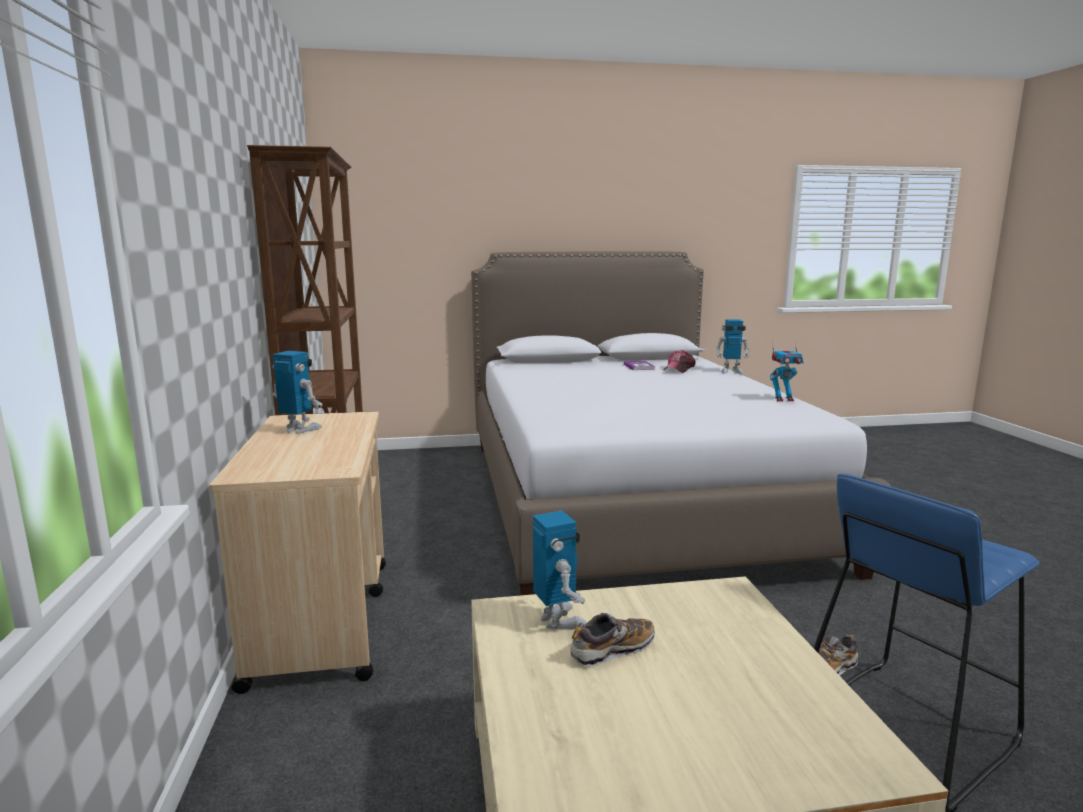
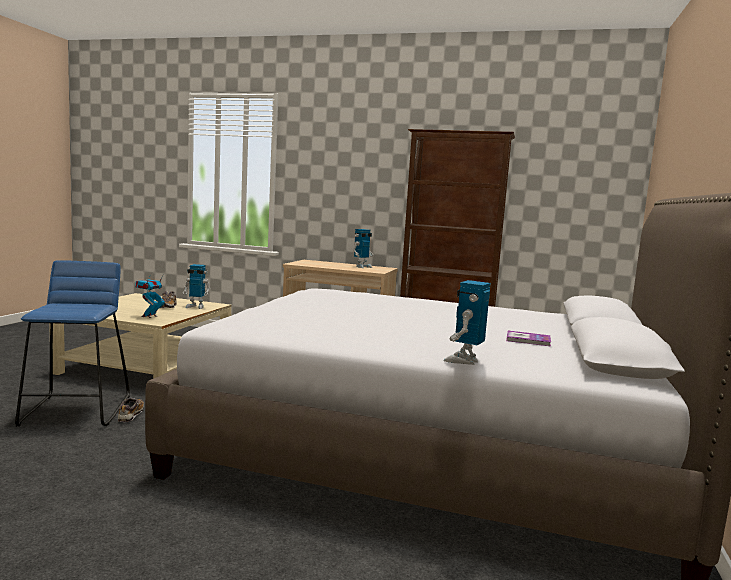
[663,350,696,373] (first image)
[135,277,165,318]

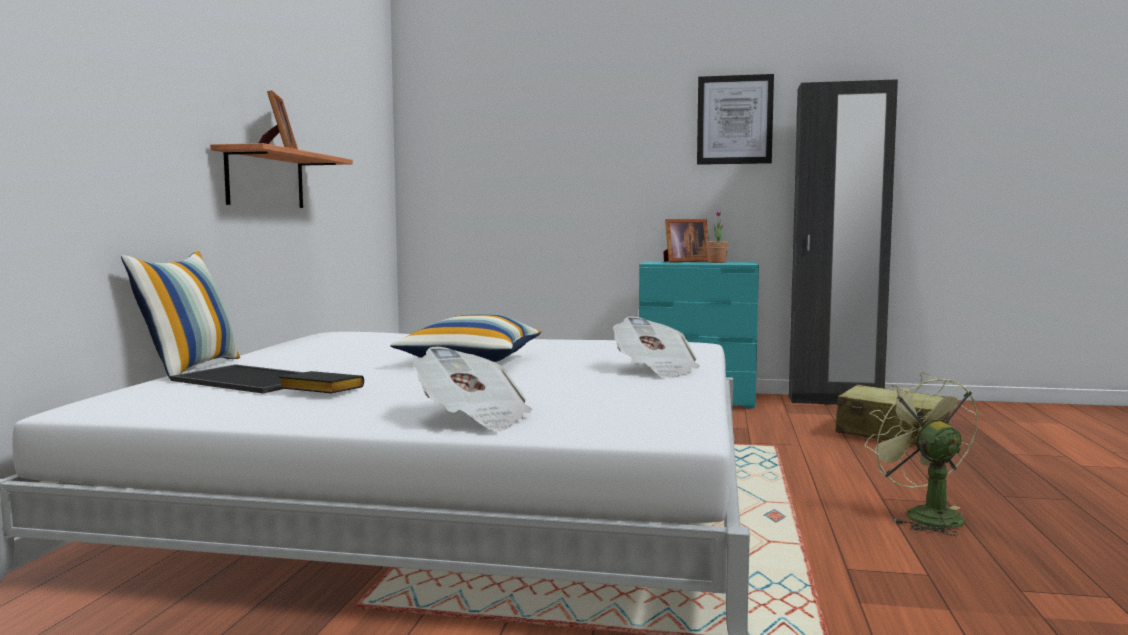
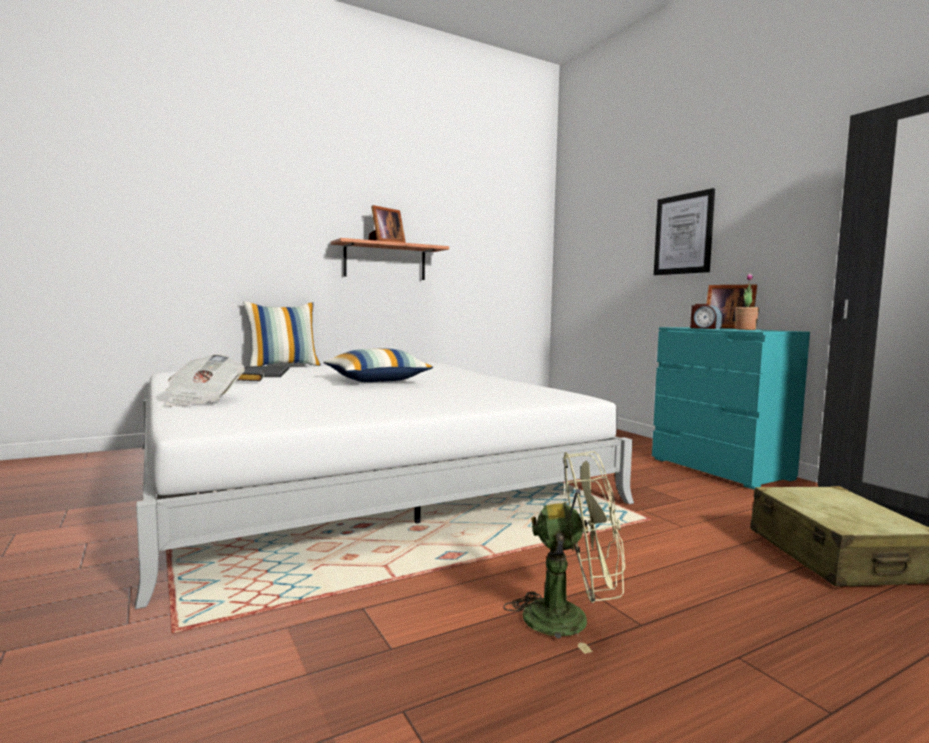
[613,316,700,378] (first image)
[654,188,715,275]
[504,451,625,654]
[690,304,722,329]

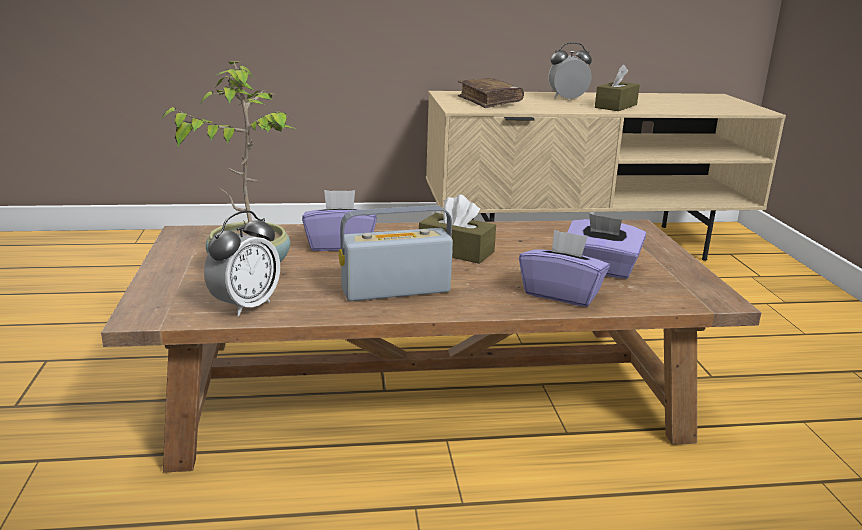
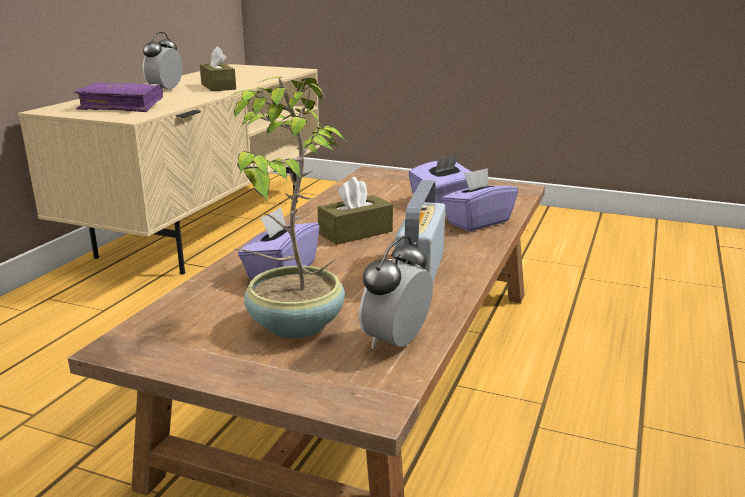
[359,236,433,349]
[74,83,163,112]

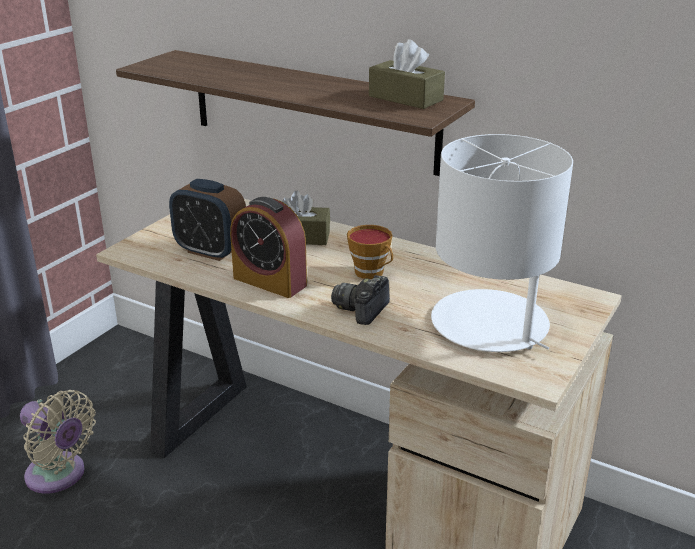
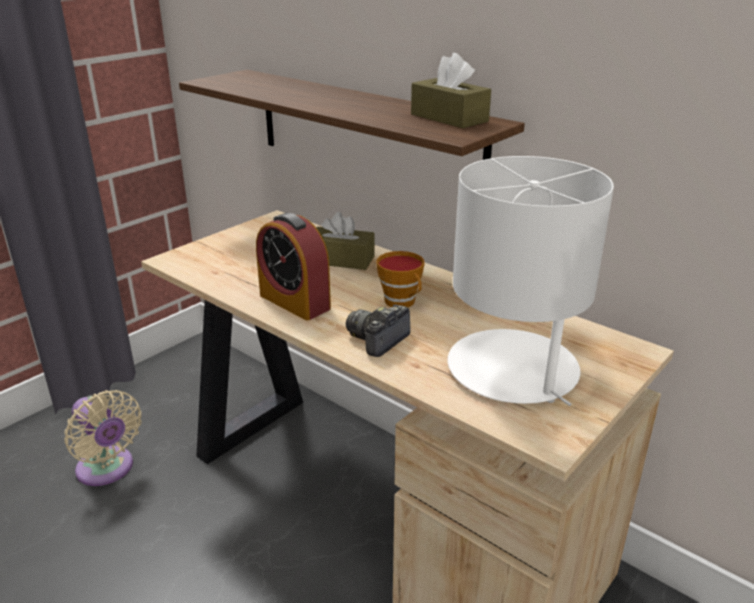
[169,179,246,261] (first image)

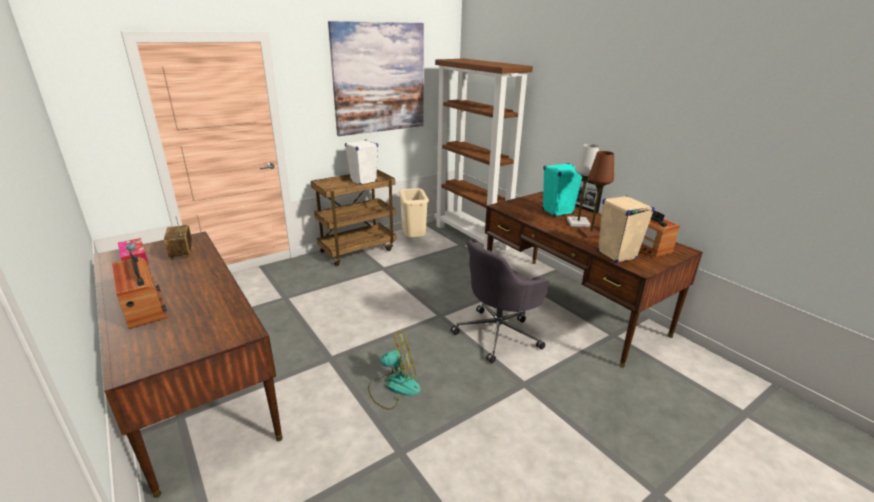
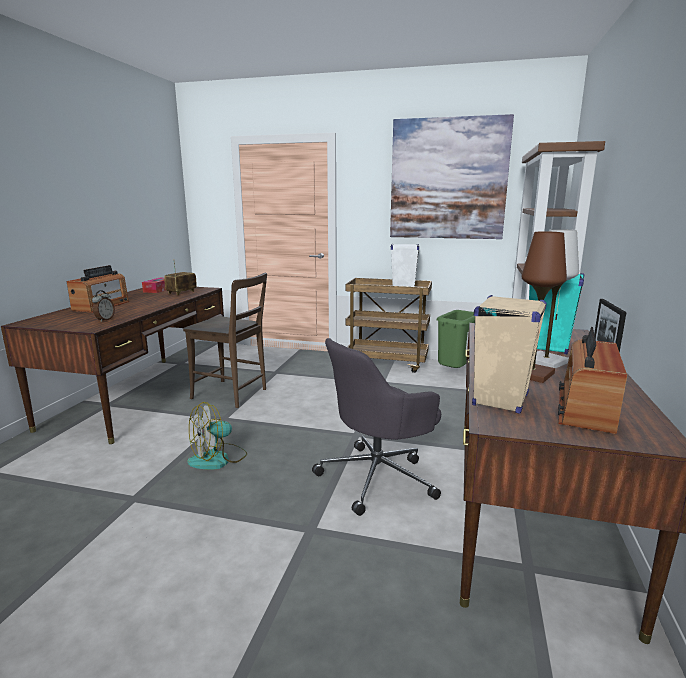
[187,402,247,470]
[436,310,475,368]
[312,338,441,516]
[92,290,115,322]
[183,273,267,408]

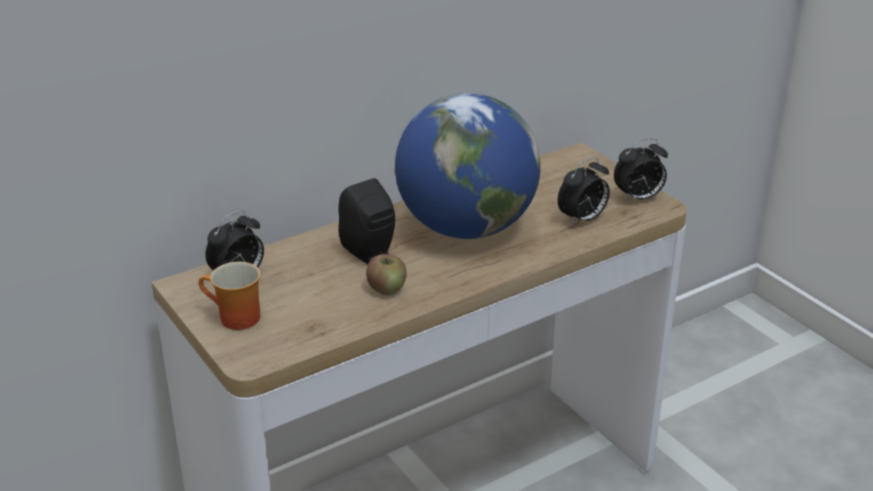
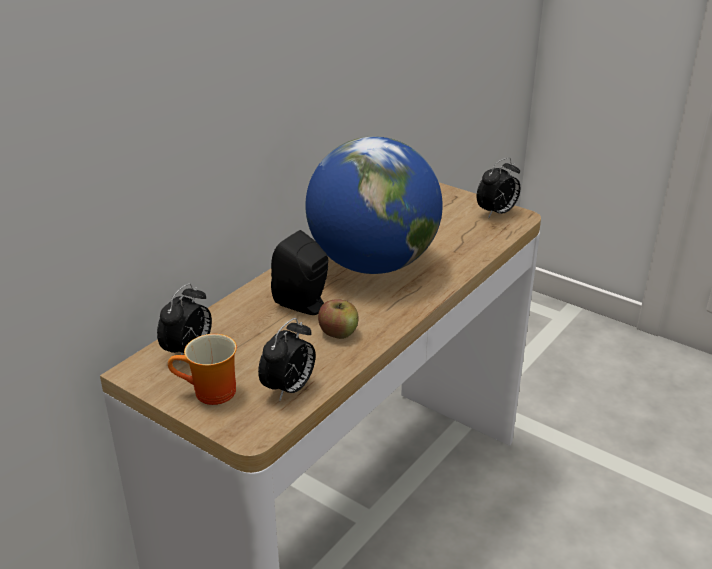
[258,318,315,401]

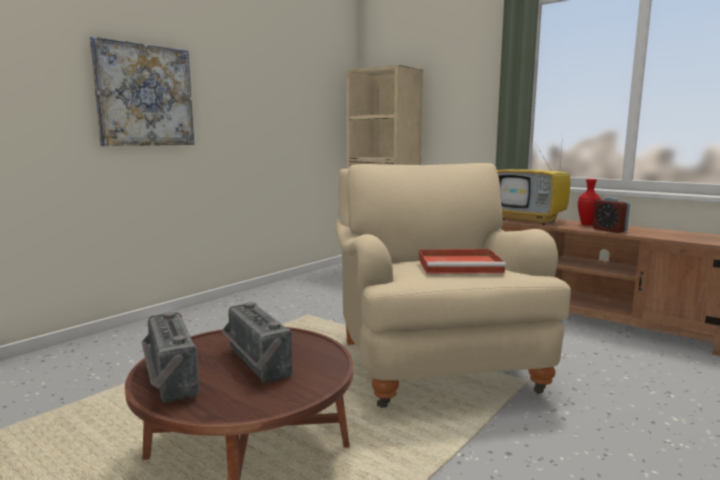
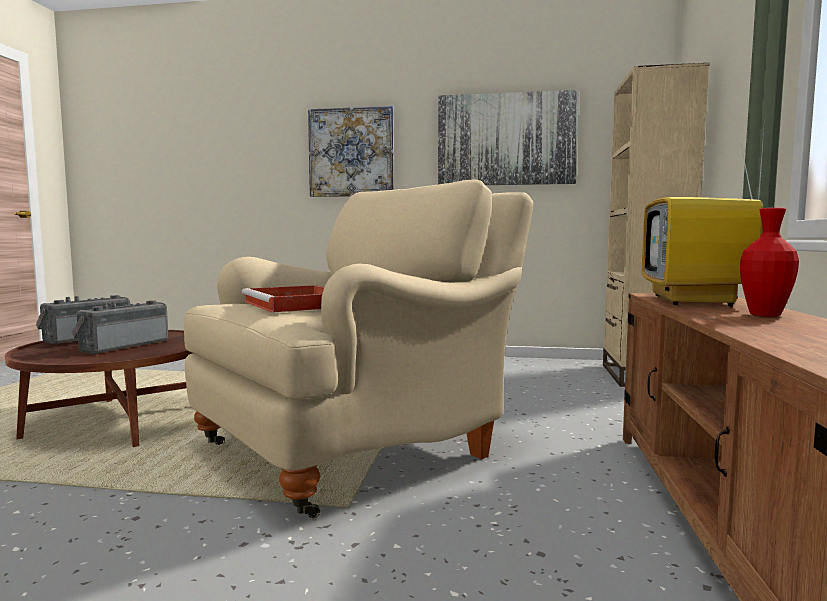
[592,197,630,233] (first image)
[438,90,579,185]

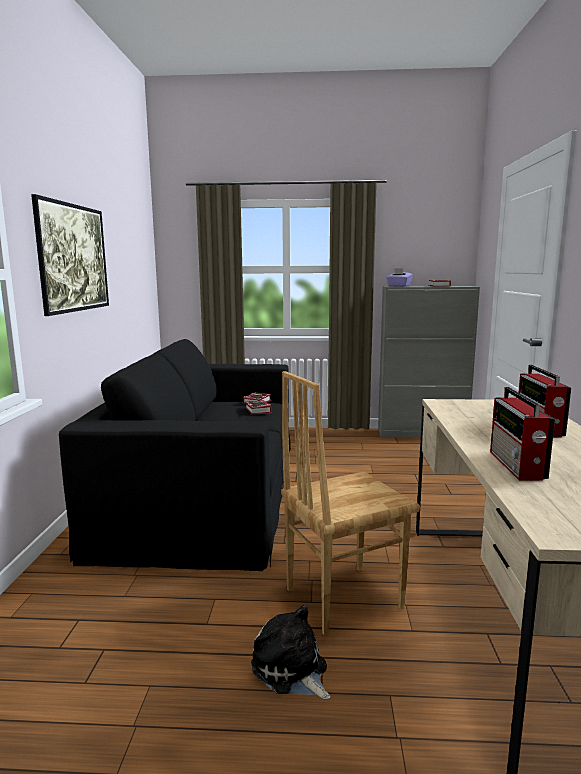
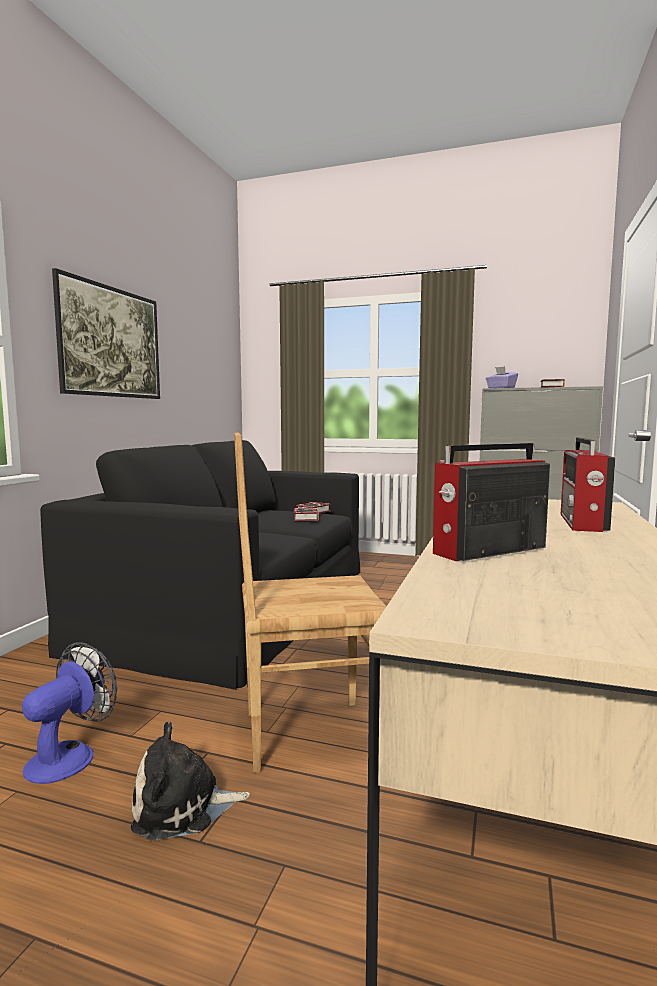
[131,721,250,840]
[433,443,550,561]
[22,643,117,784]

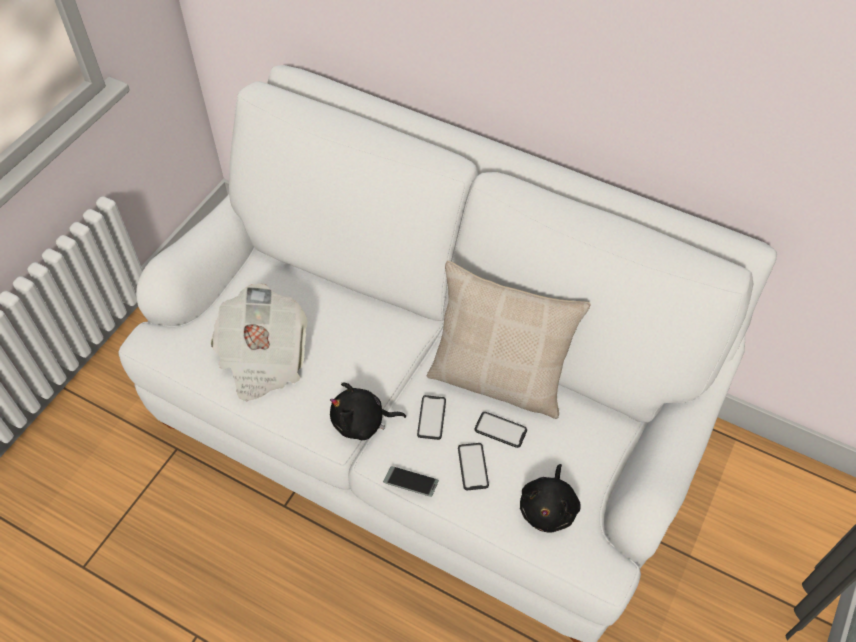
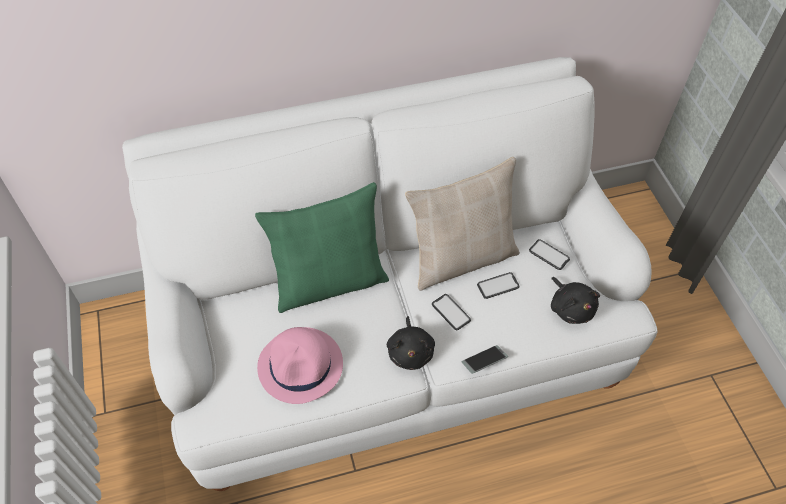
[257,327,343,404]
[387,316,435,370]
[529,239,570,270]
[255,182,389,313]

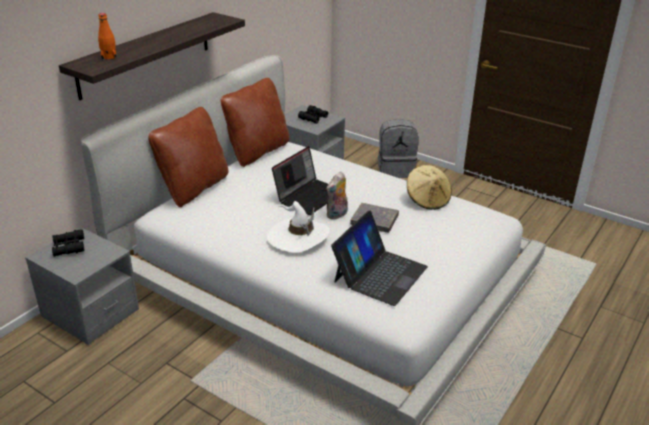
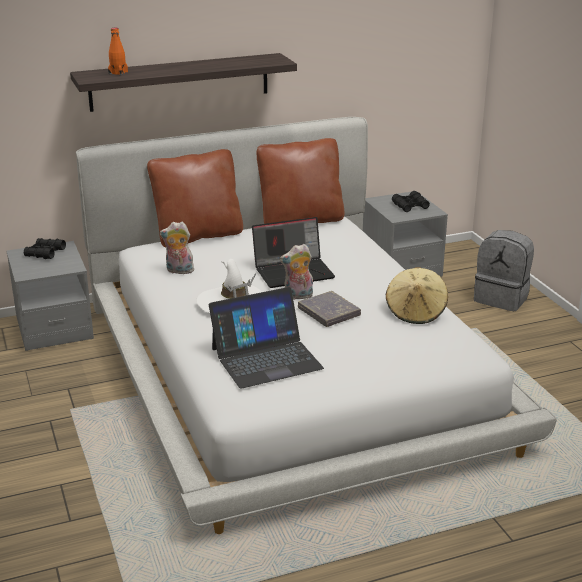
[160,222,194,274]

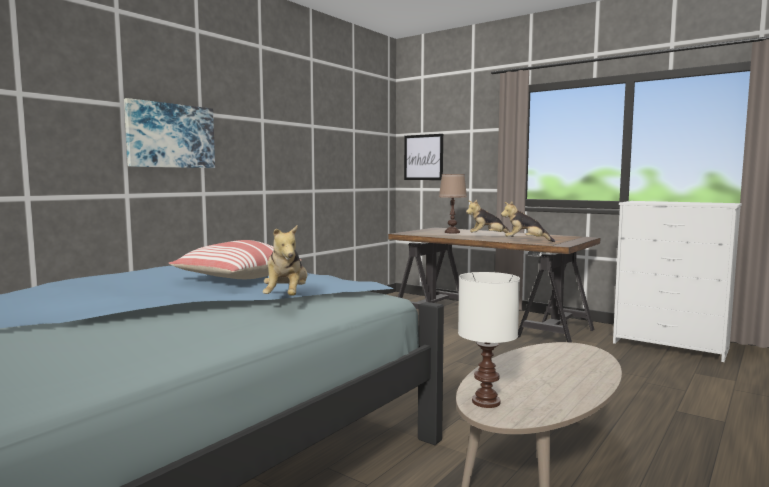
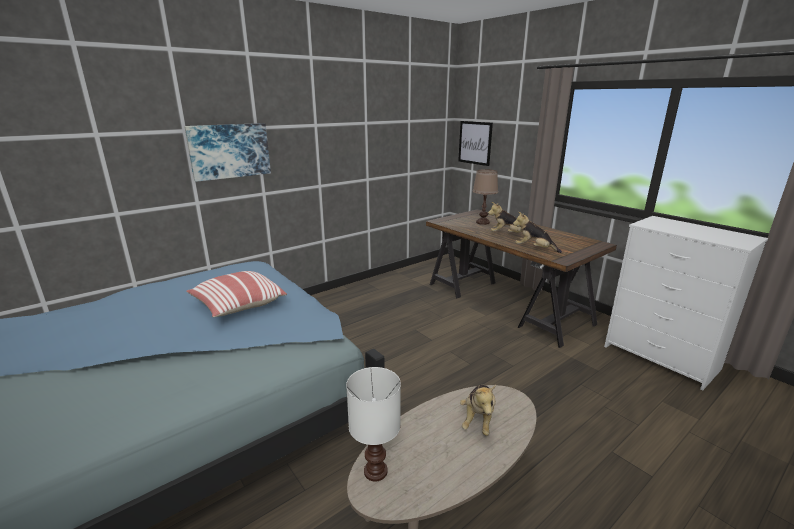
[460,385,496,436]

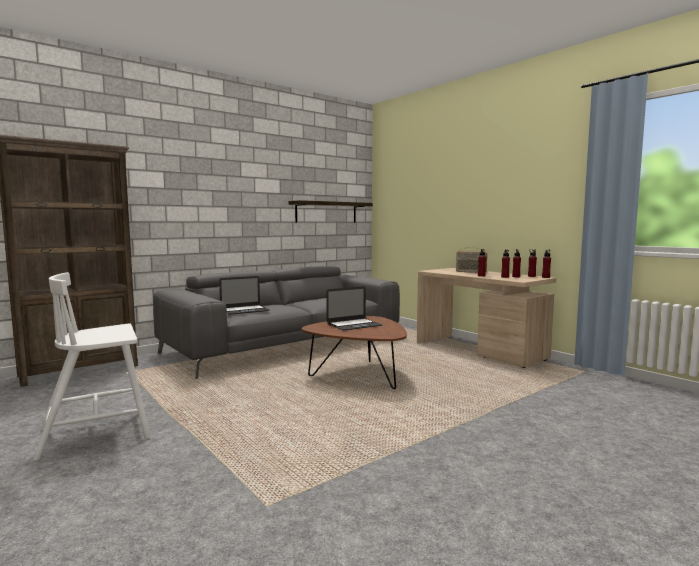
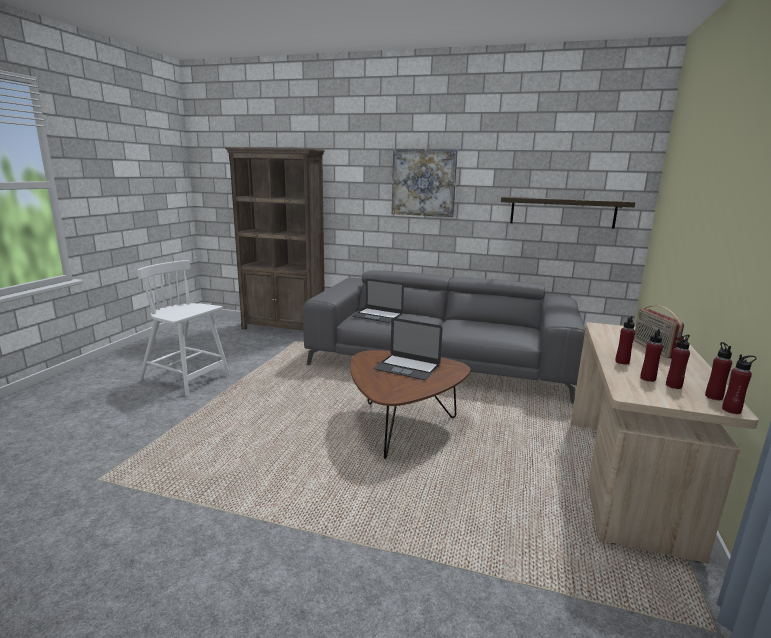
[392,149,458,217]

